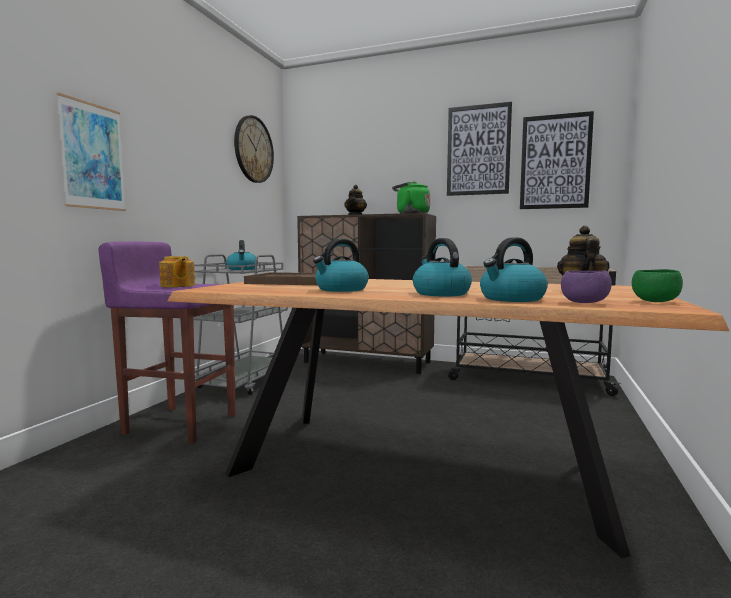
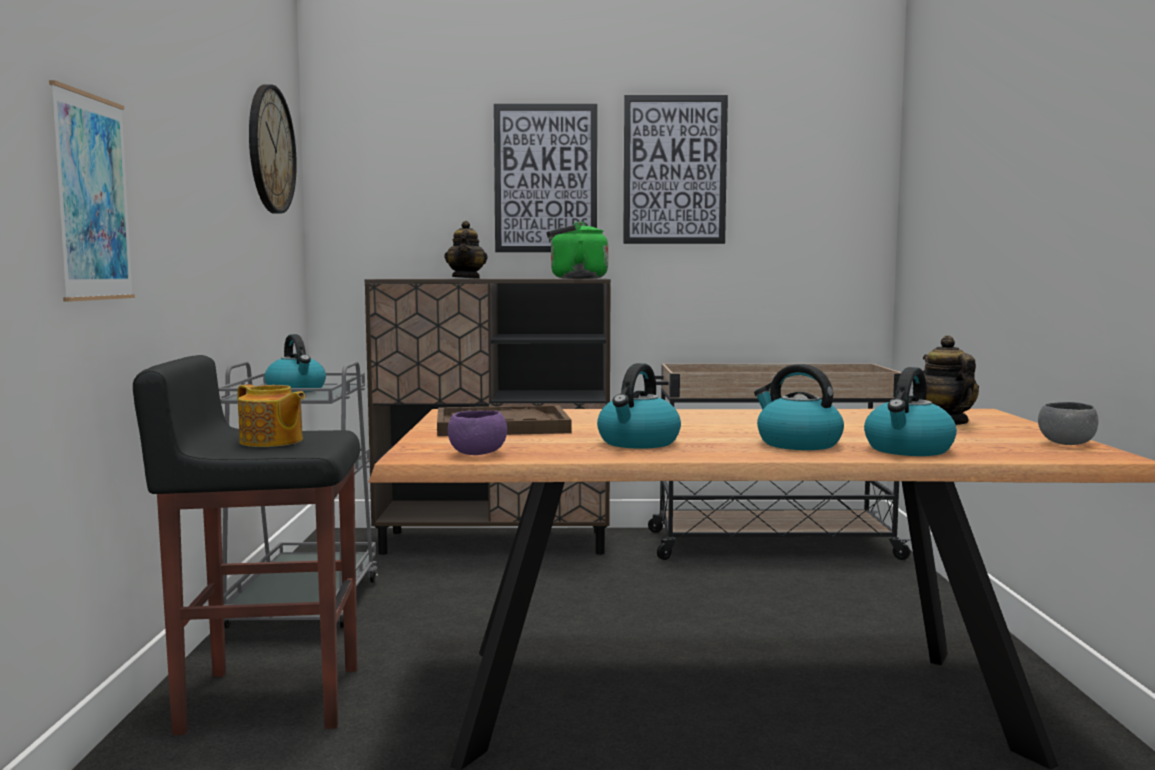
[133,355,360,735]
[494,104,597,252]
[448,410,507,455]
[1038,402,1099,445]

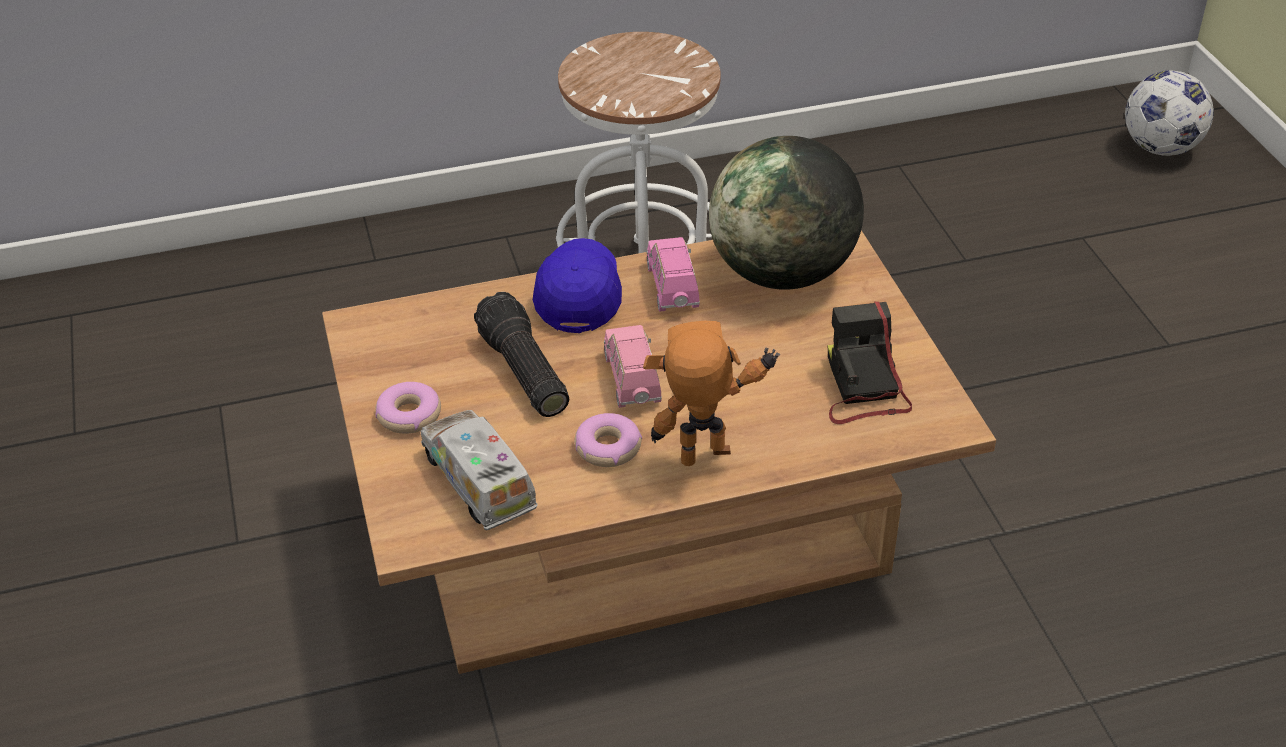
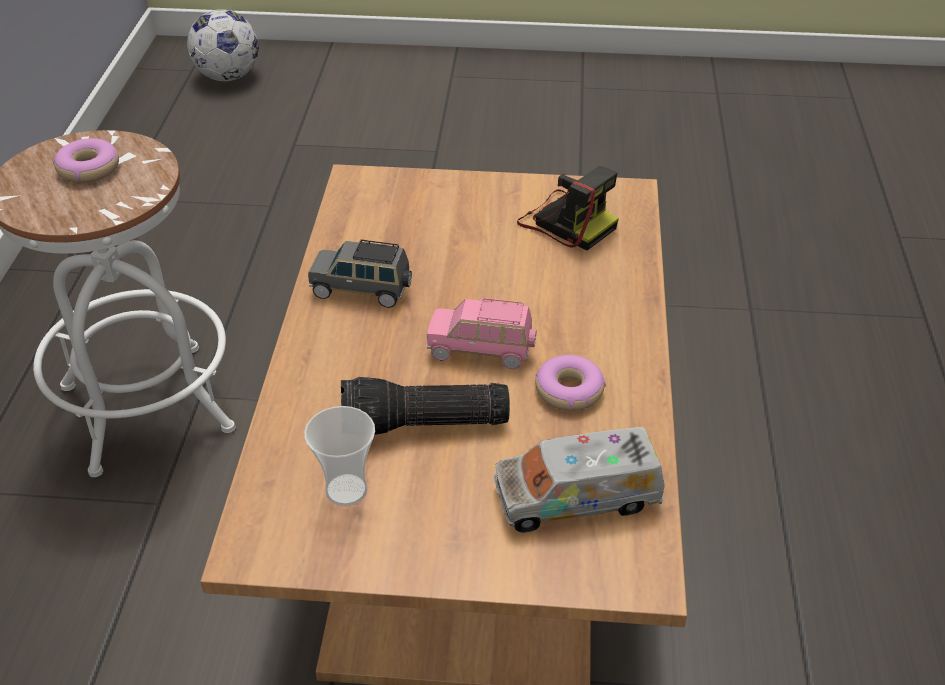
[53,138,119,183]
[533,238,622,333] (first image)
[643,321,780,466] (first image)
[308,239,412,308]
[709,136,864,290] (first image)
[517,166,619,250]
[304,406,375,506]

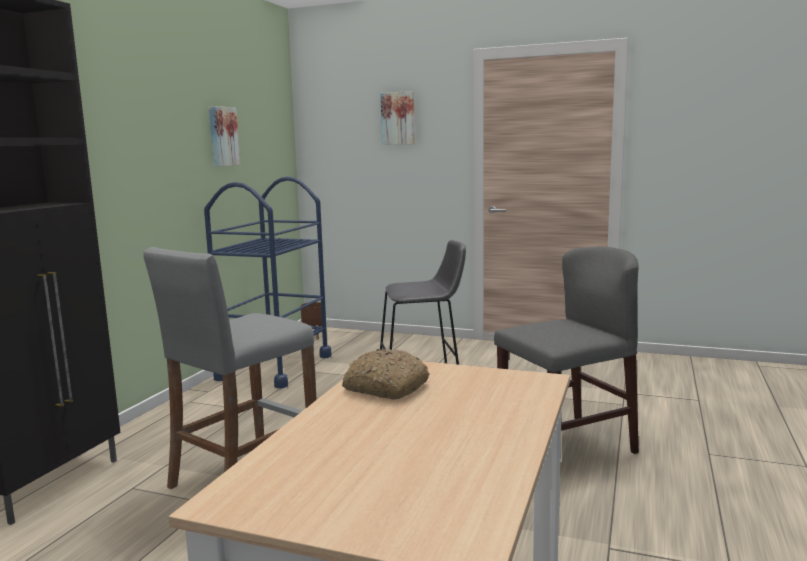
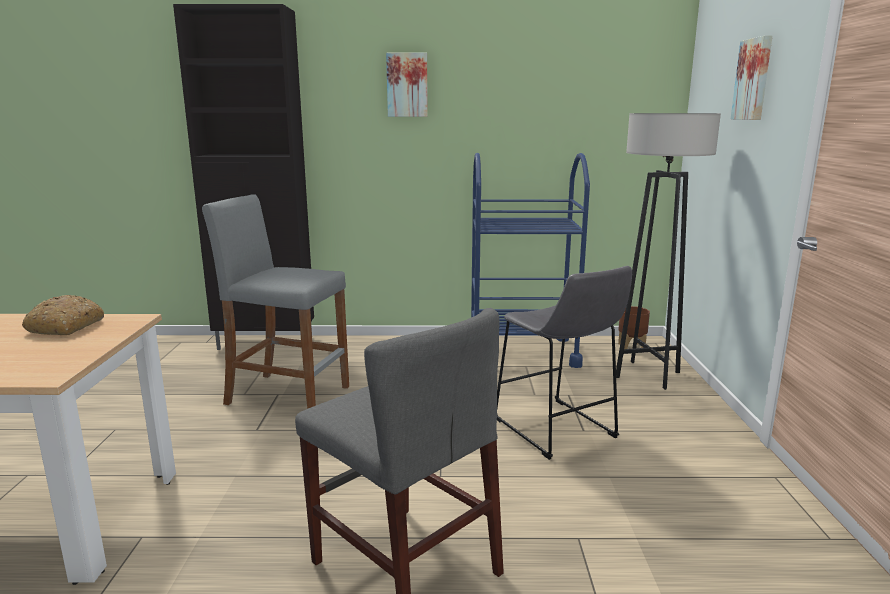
[386,53,428,117]
[616,113,721,390]

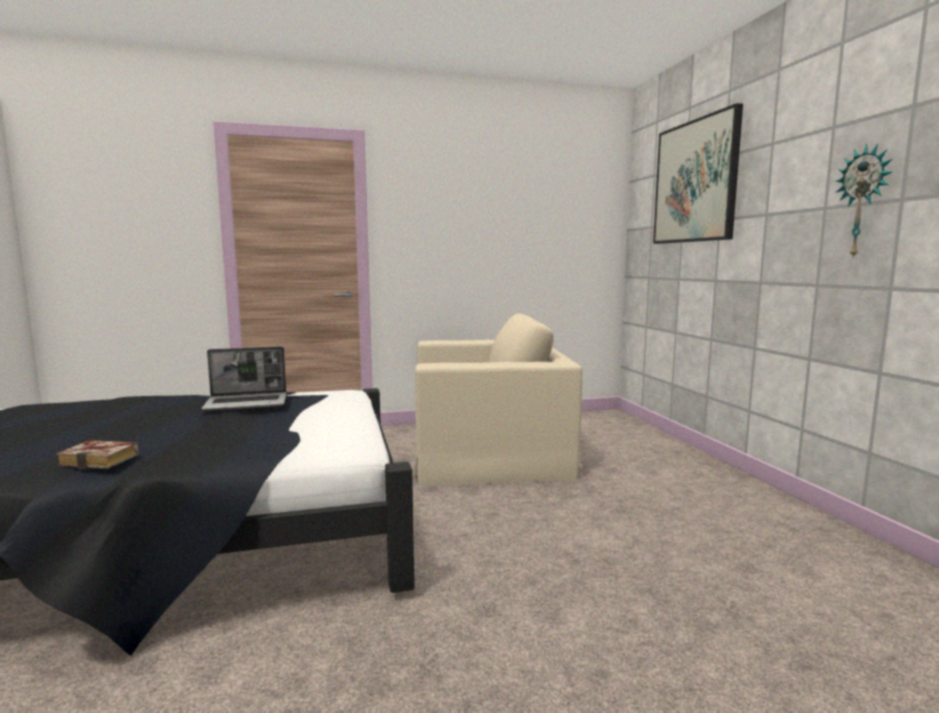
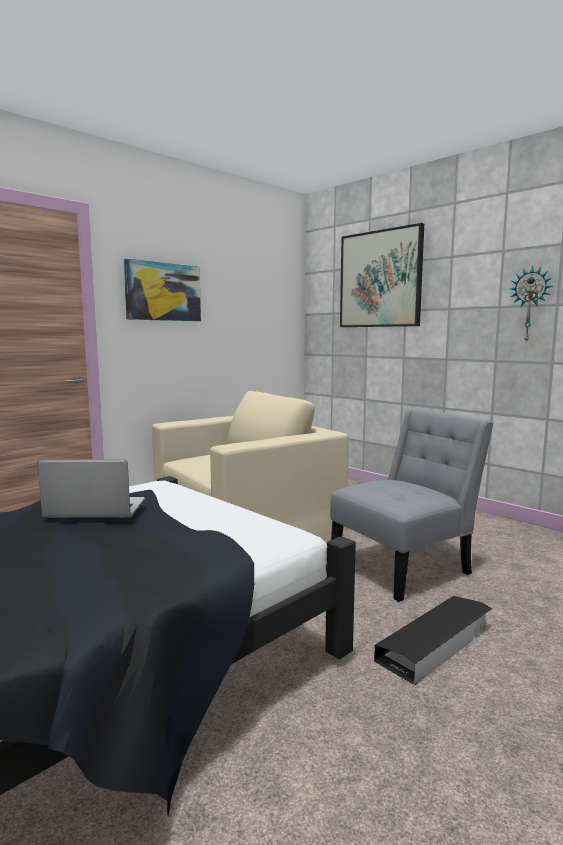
[56,440,139,469] (first image)
[38,459,145,520]
[124,259,201,321]
[330,409,494,602]
[374,596,492,685]

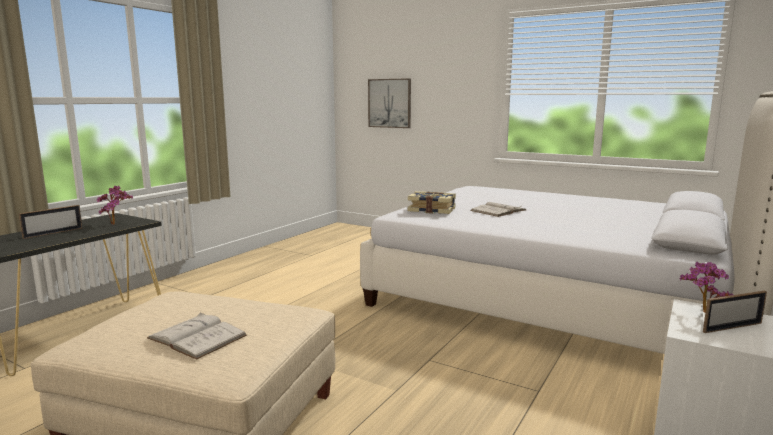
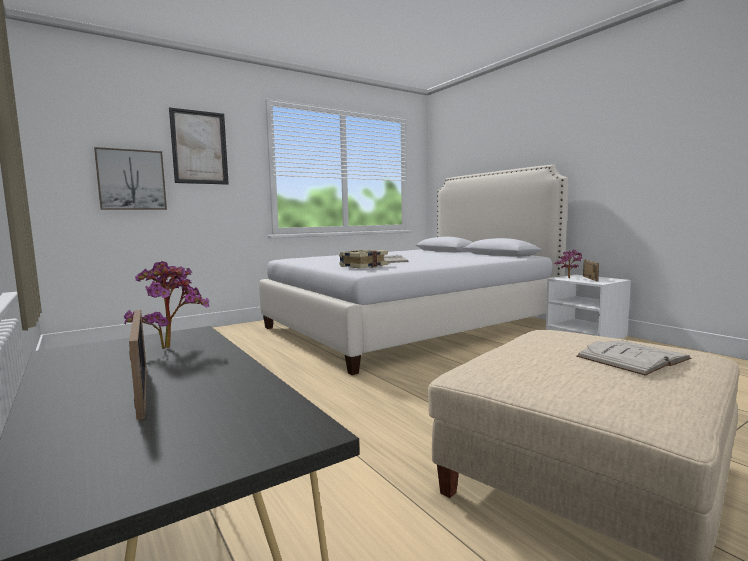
[169,107,229,185]

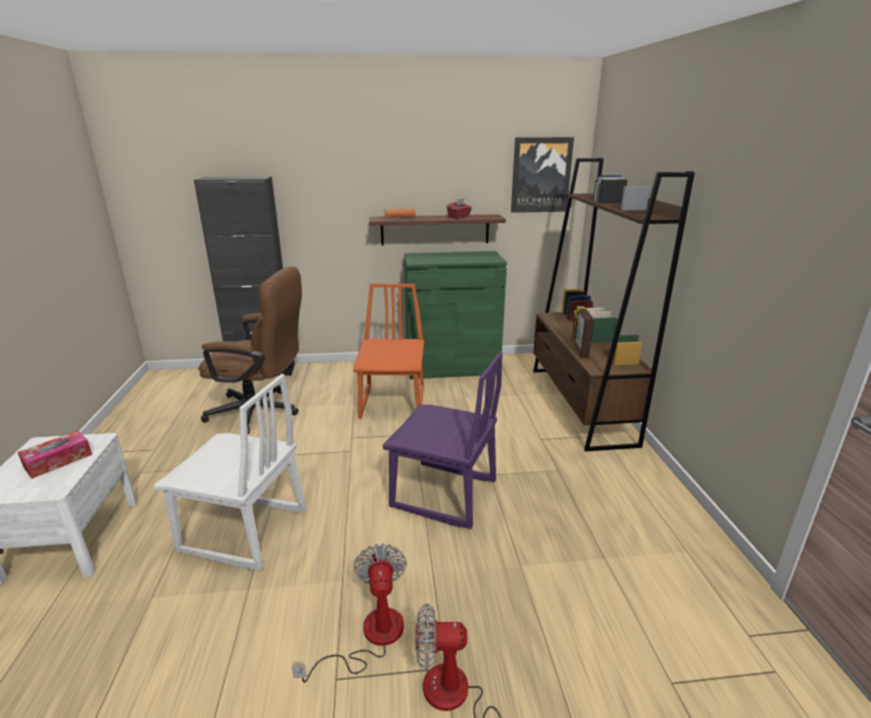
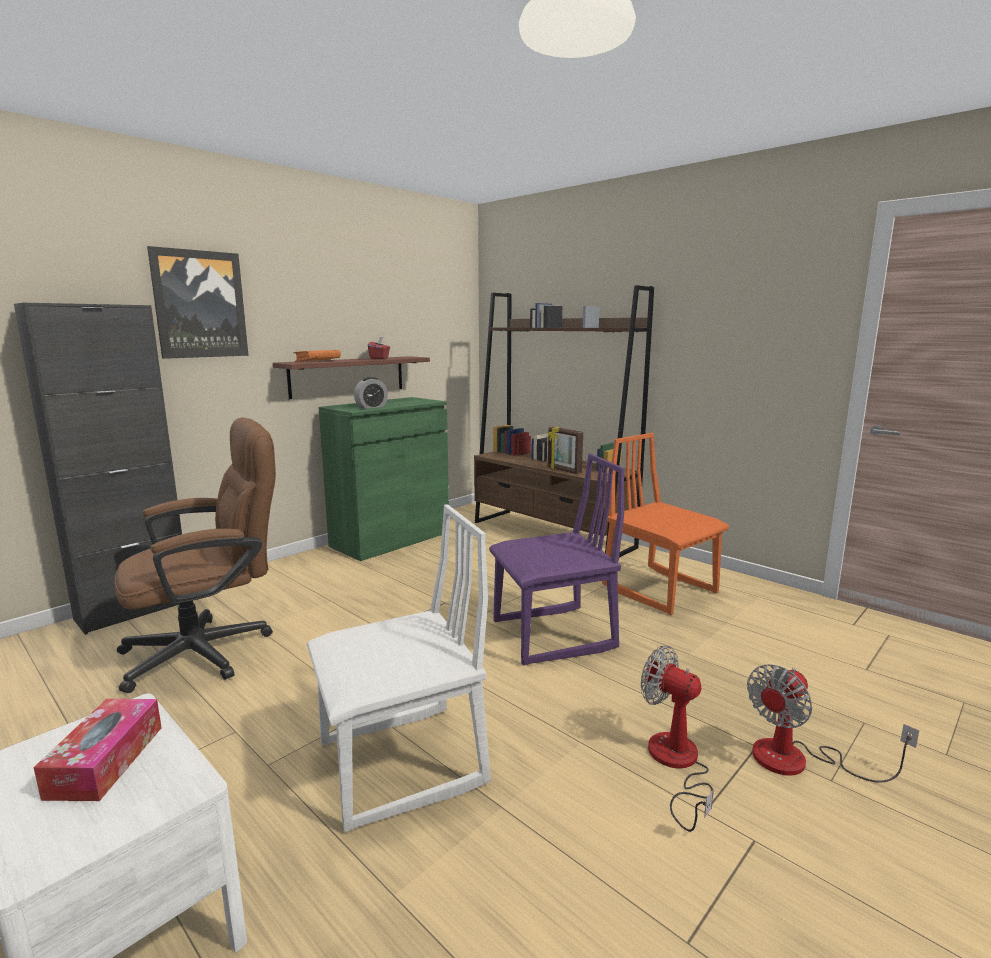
[602,433,729,615]
[147,246,249,359]
[354,377,388,409]

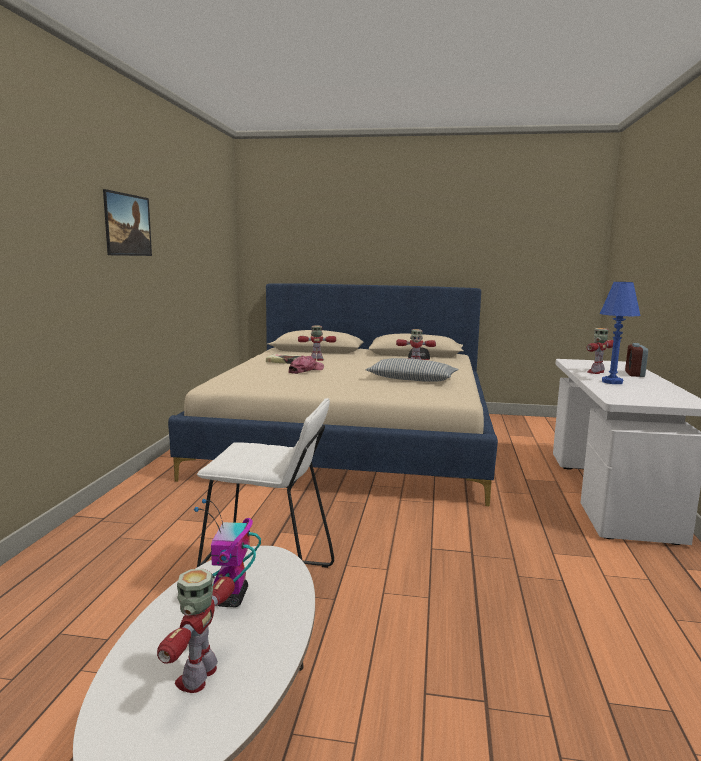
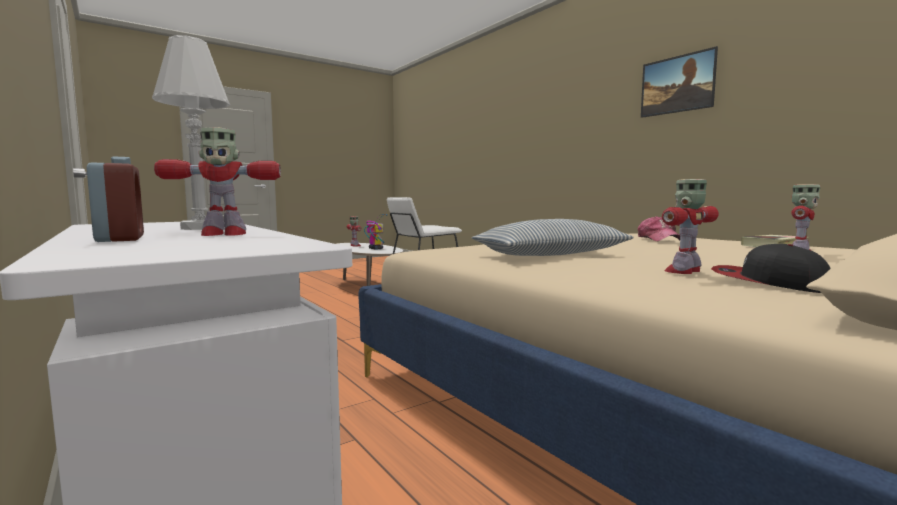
[154,127,281,236]
[152,35,230,230]

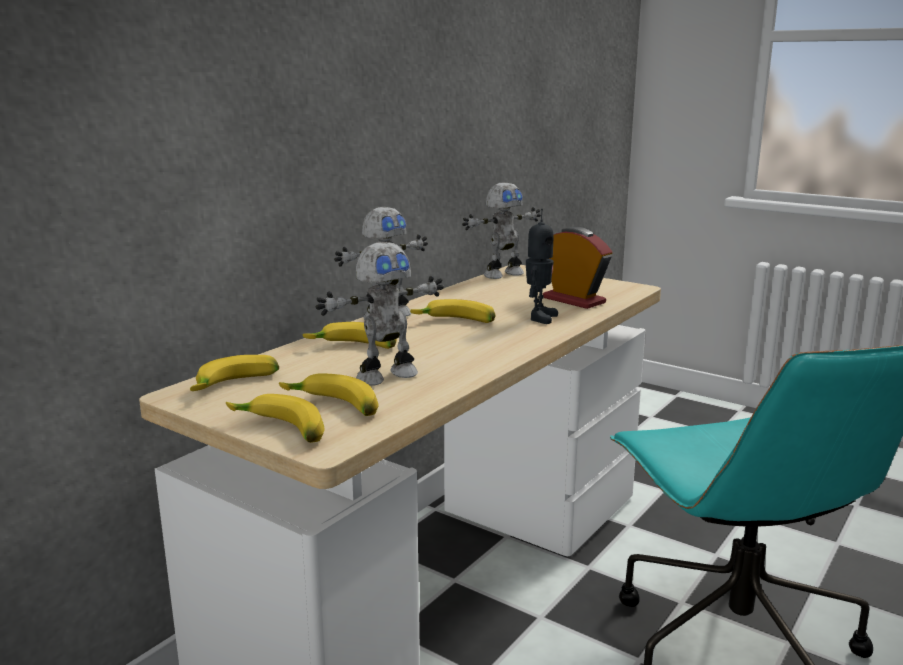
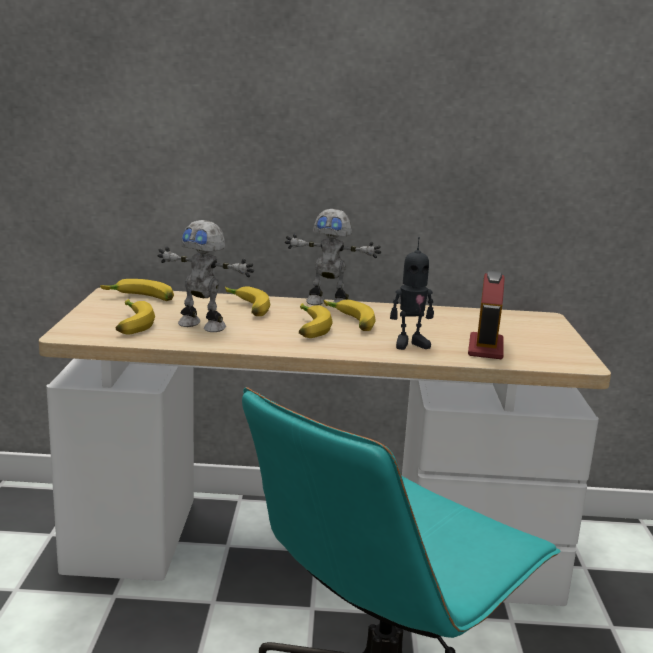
[299,303,333,338]
[462,182,541,279] (first image)

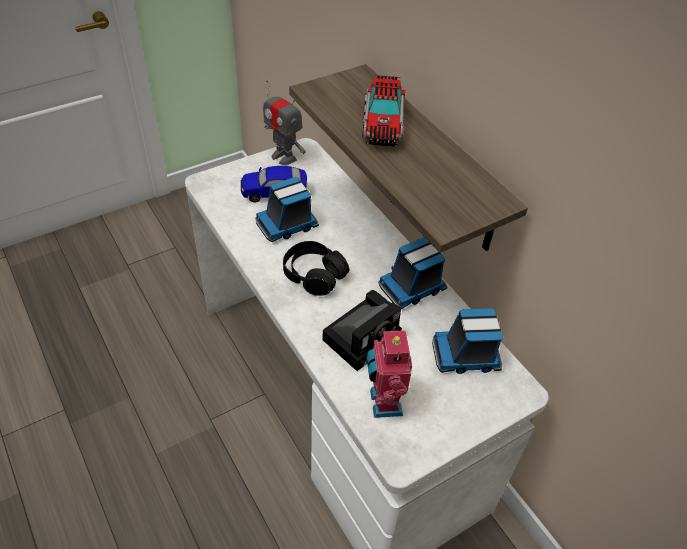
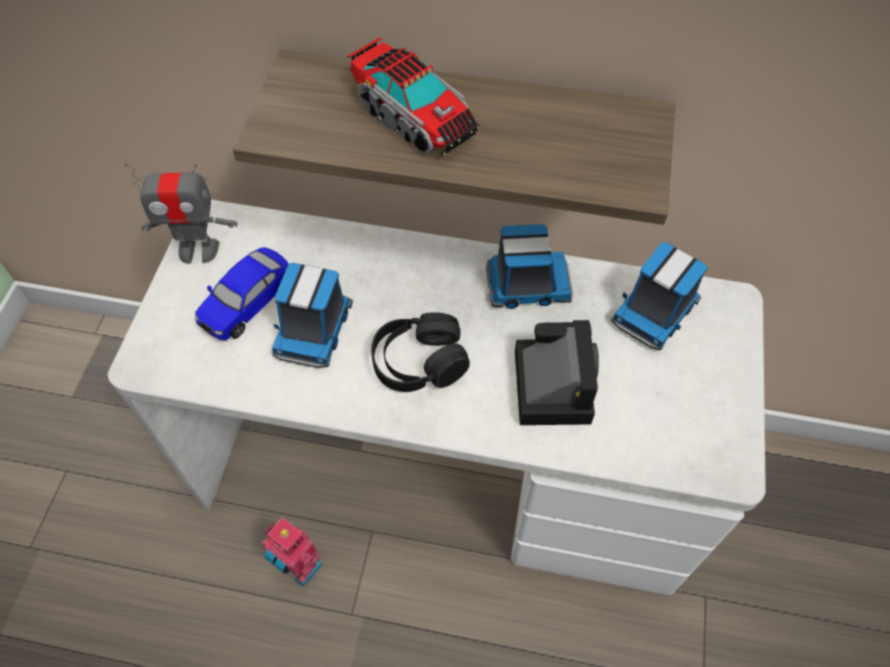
[262,517,323,587]
[486,224,573,309]

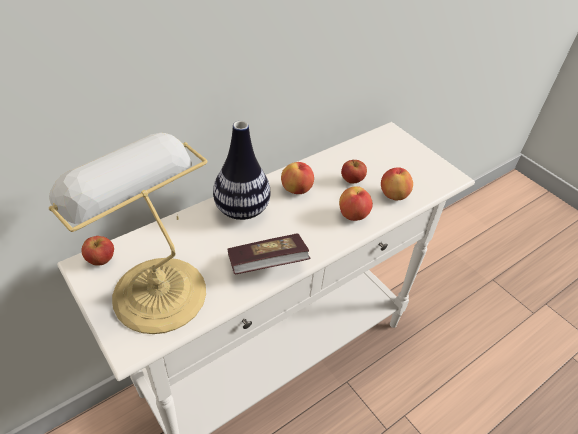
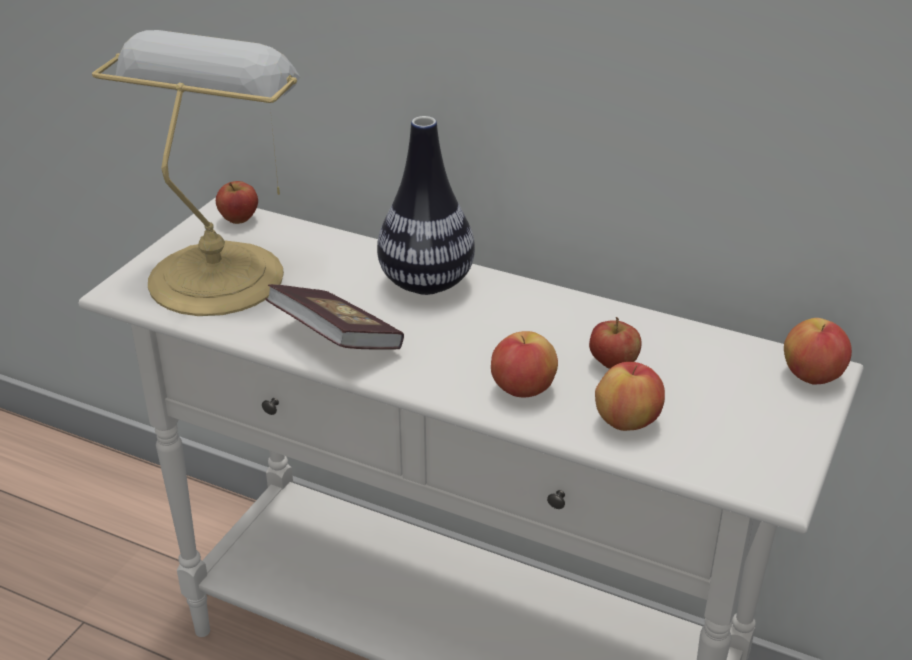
[784,318,852,384]

